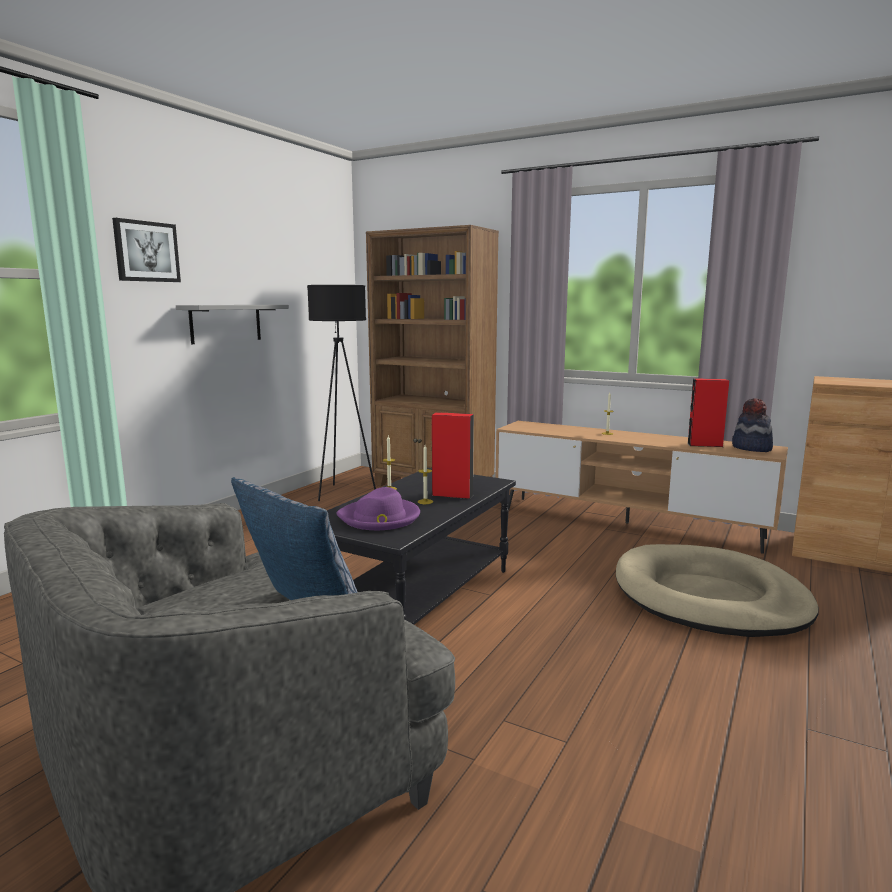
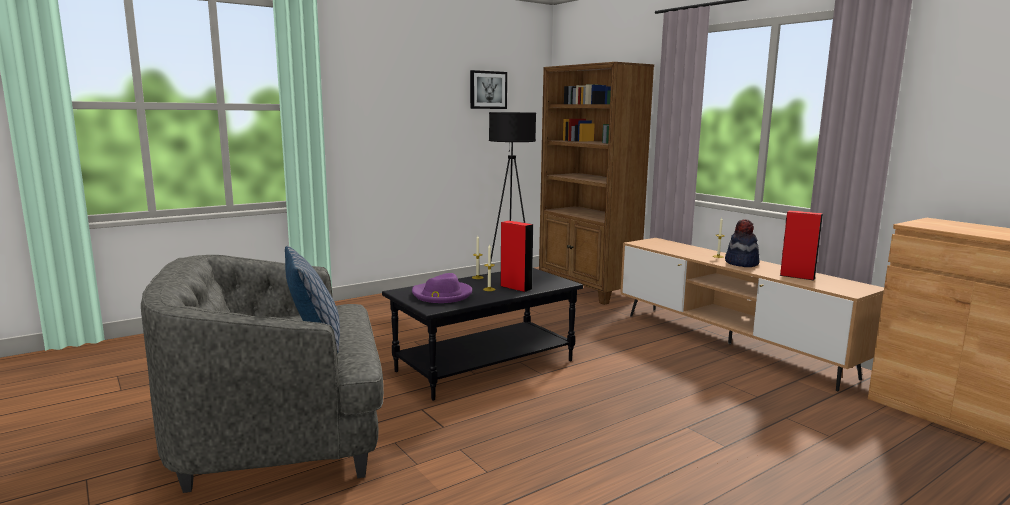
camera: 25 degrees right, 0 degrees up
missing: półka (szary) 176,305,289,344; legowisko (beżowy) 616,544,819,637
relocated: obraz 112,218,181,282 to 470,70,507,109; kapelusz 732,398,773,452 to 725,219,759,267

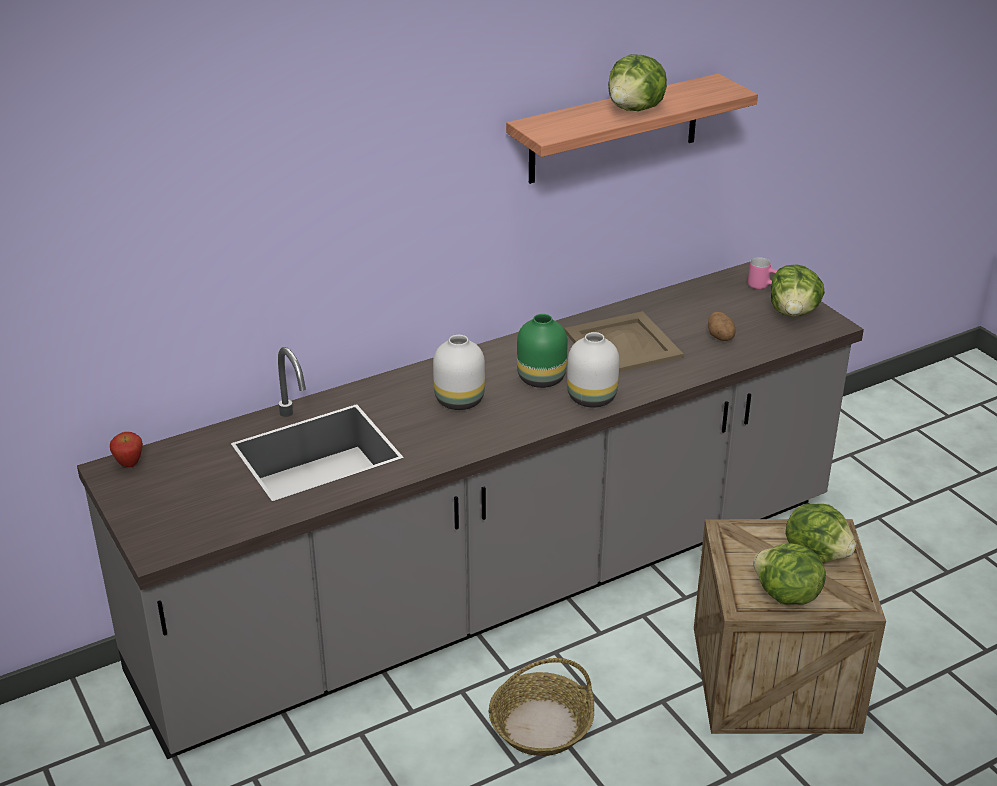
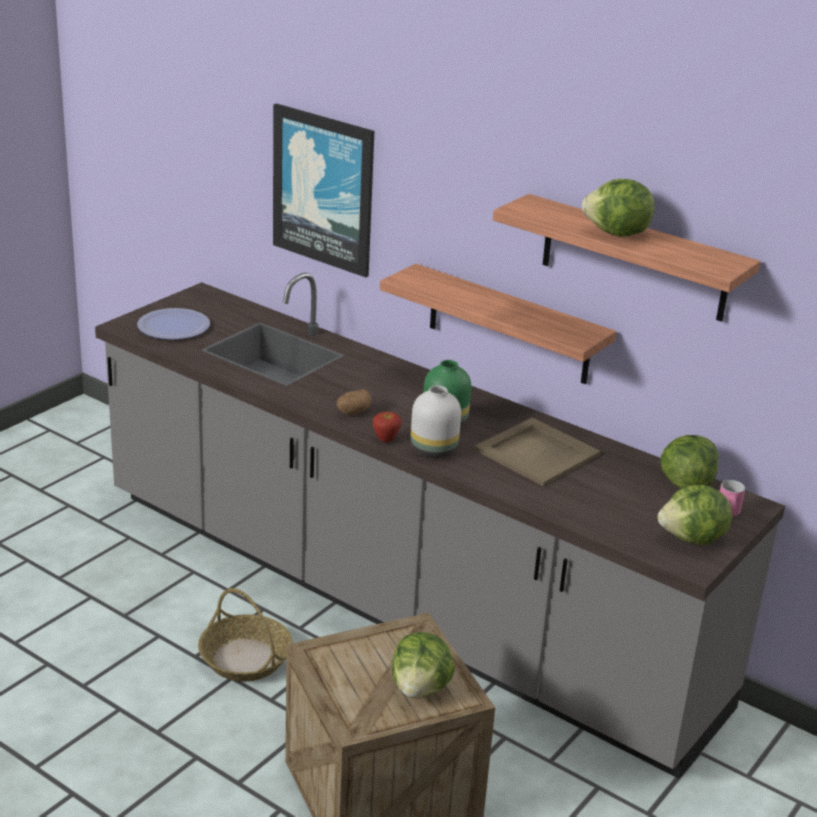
camera: 65 degrees right, 5 degrees down
missing: wazon (biały) 433,335,485,410
appeared: talerz 137,308,210,340; obraz 273,103,374,278; półka 380,264,616,384
relocated: jabłko 110,432,143,467 to 373,412,401,443; ziemniak 708,312,736,341 to 337,390,372,415; sałata 753,543,826,605 to 660,435,718,489

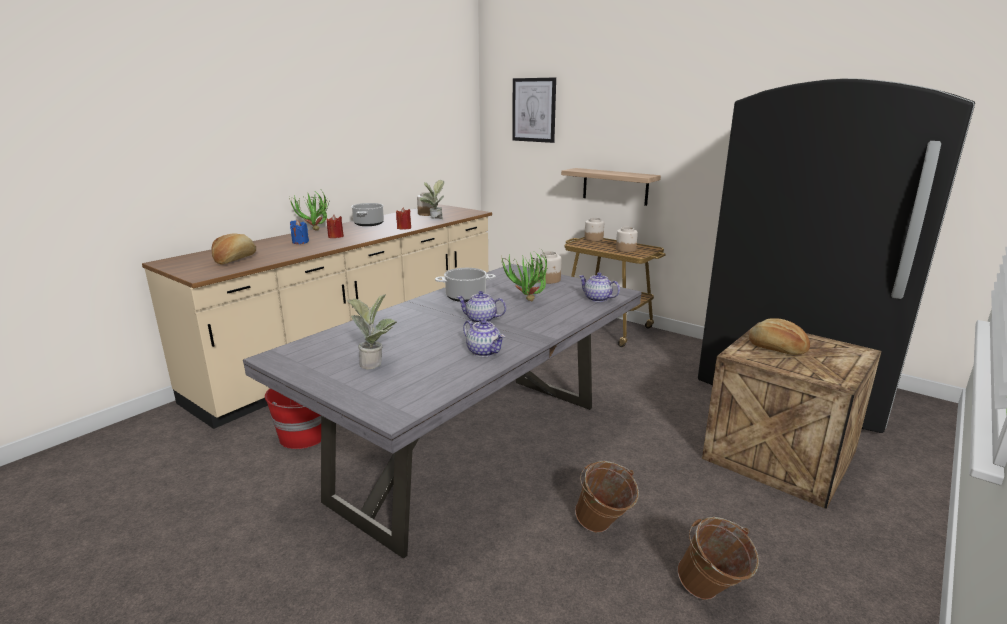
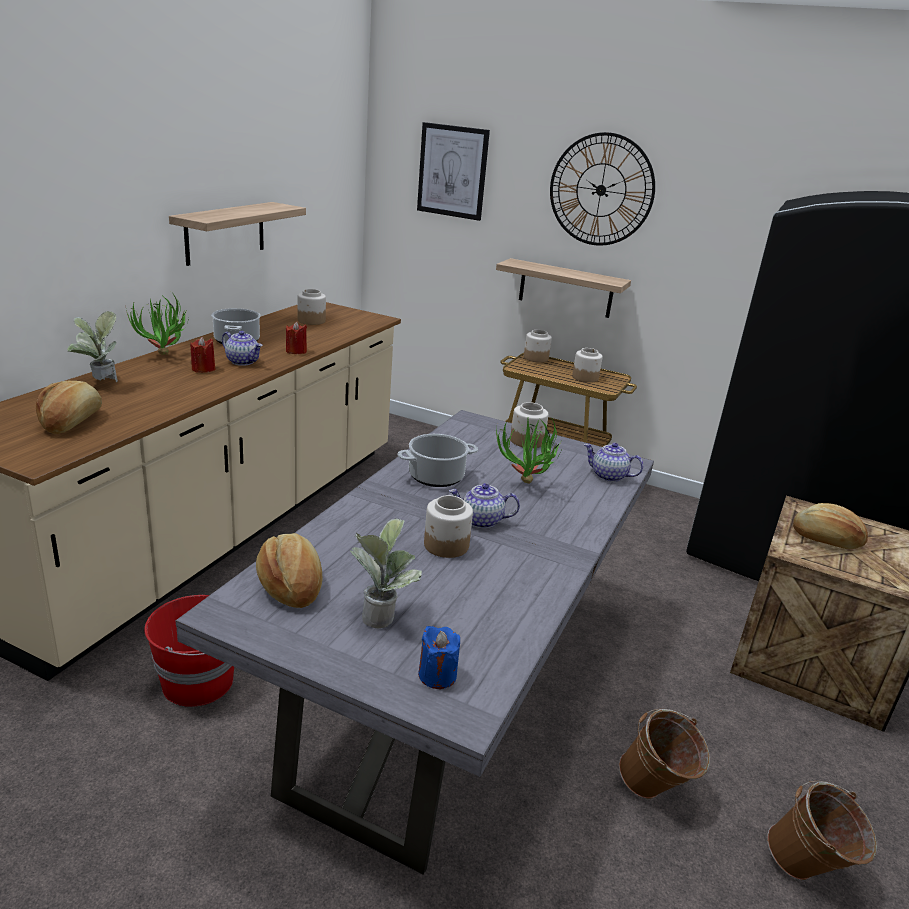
camera: 15 degrees left, 5 degrees up
appeared: półka 169,202,306,266; chleb 256,533,323,608; słoik 424,495,473,558; zegar ścienny 550,132,655,246
relocated: świeca (niebieski) 290,220,309,244 to 418,626,460,689; roślina doniczkowa 420,180,445,220 to 67,311,118,382; imbryk 463,320,505,357 to 222,331,262,366

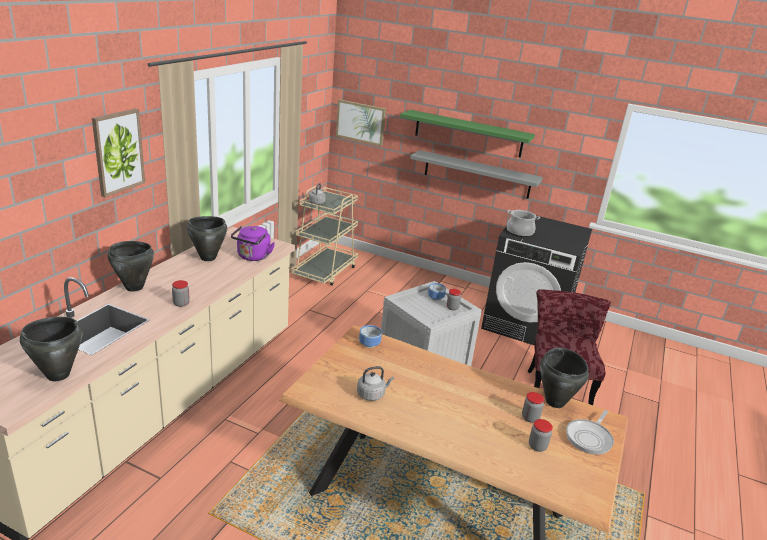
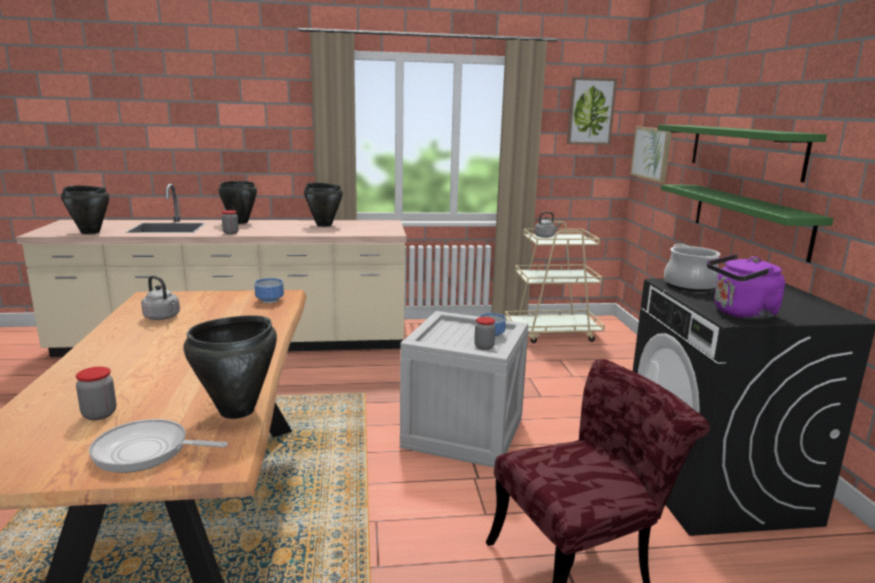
camera: 60 degrees right, 10 degrees down
missing: słoik 522,392,544,423
relocated: obraz 92,109,145,197 to 567,77,617,145; czajnik (fioletowy) 231,226,275,261 to 707,254,785,320
colour: półka (szary) 410,150,543,199 to półka (zielony) 661,184,834,263

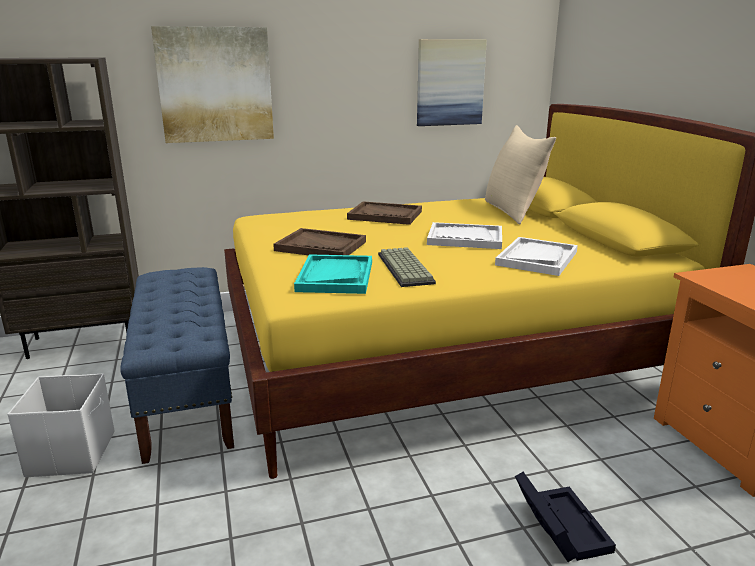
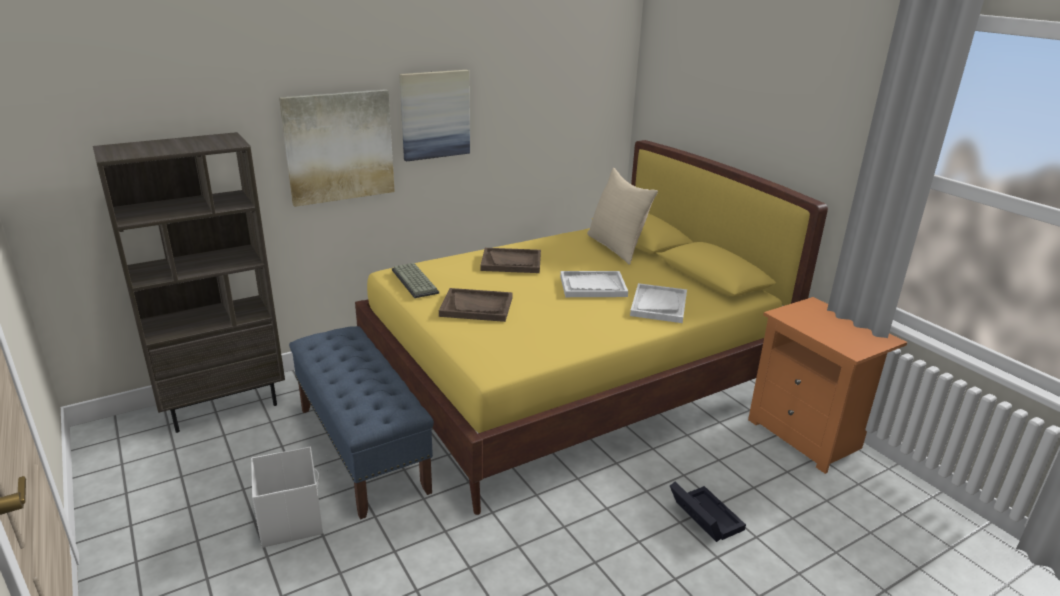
camera: 15 degrees left, 5 degrees up
missing: taca (turkusowy) 294,254,372,294
relocated: klawiatura 378,247,436,287 to 392,263,439,298; obraz 417,39,487,126 to 399,70,470,162

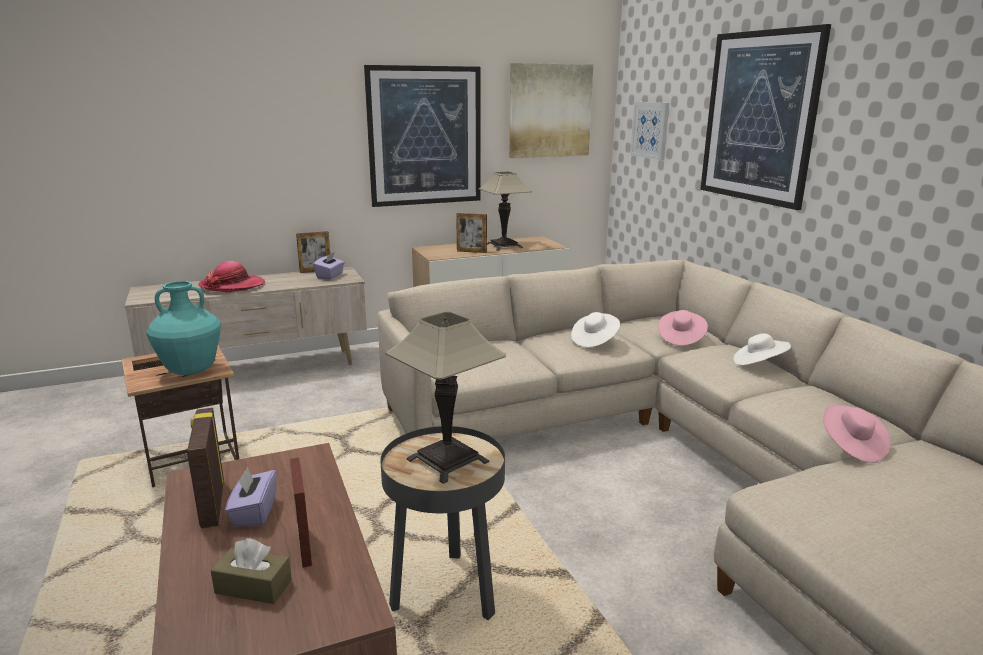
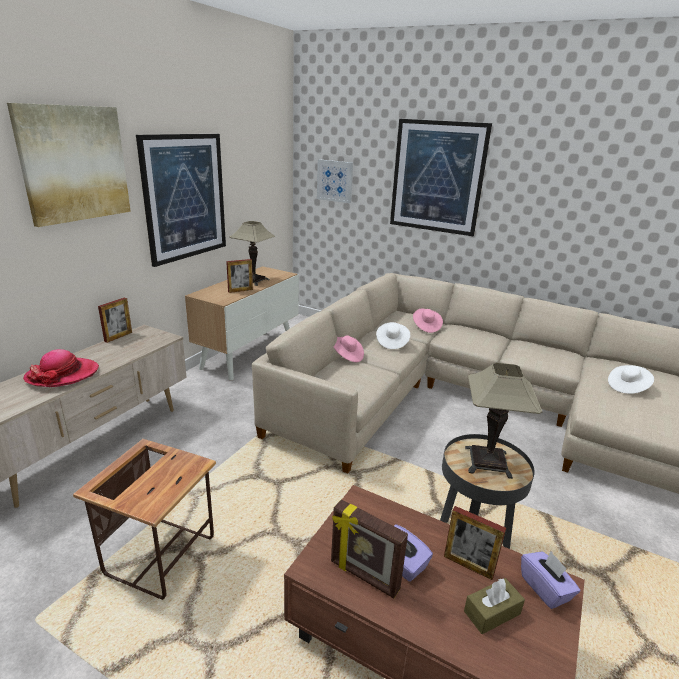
camera: 40 degrees left, 5 degrees up
missing: wazon (turkusowy) 146,281,221,375
relocated: pudełko chusteczek (fioletowy) 313,252,345,279 to 521,551,580,609; obraz 509,63,593,158 to 7,103,131,227; kapelusz (biały) 733,333,791,365 to 608,365,654,394; kapelusz (różowy) 823,405,891,463 to 334,336,364,362

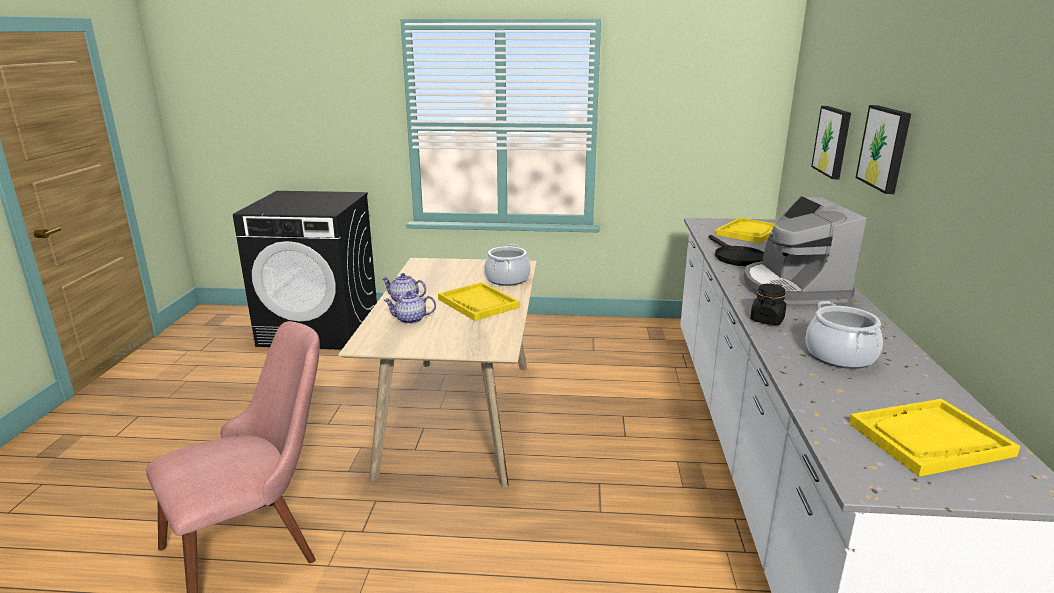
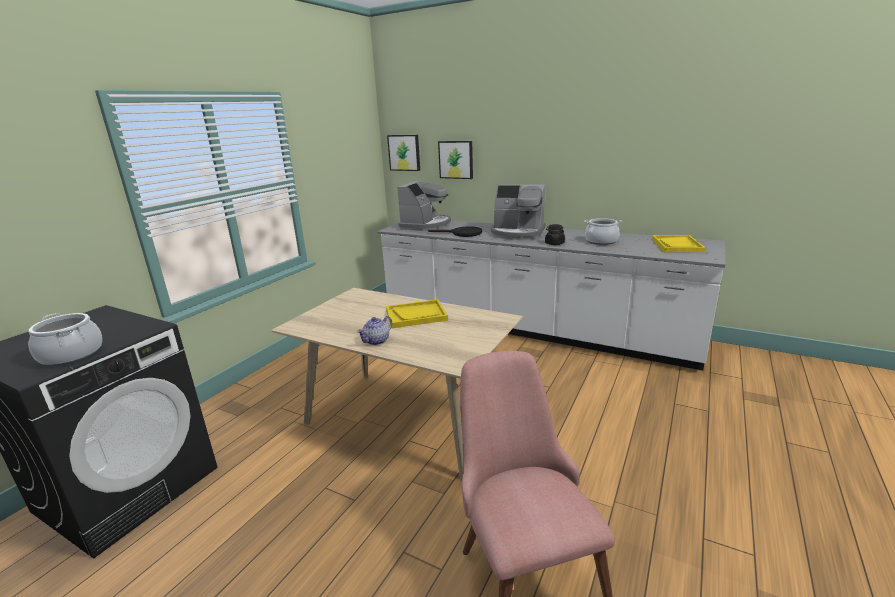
camera: 65 degrees left, 0 degrees up
missing: imbryk 383,291,436,324
relocated: garnek 484,244,531,286 to 28,313,102,366; obraz 856,105,911,194 to 387,135,420,171
exchanged: taca (żółty) 715,218,775,243 to ekspres do kawy 397,181,451,231

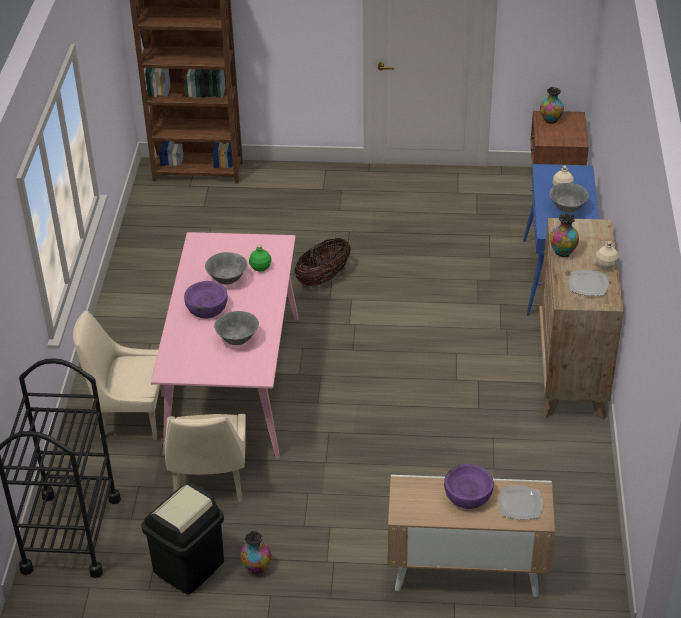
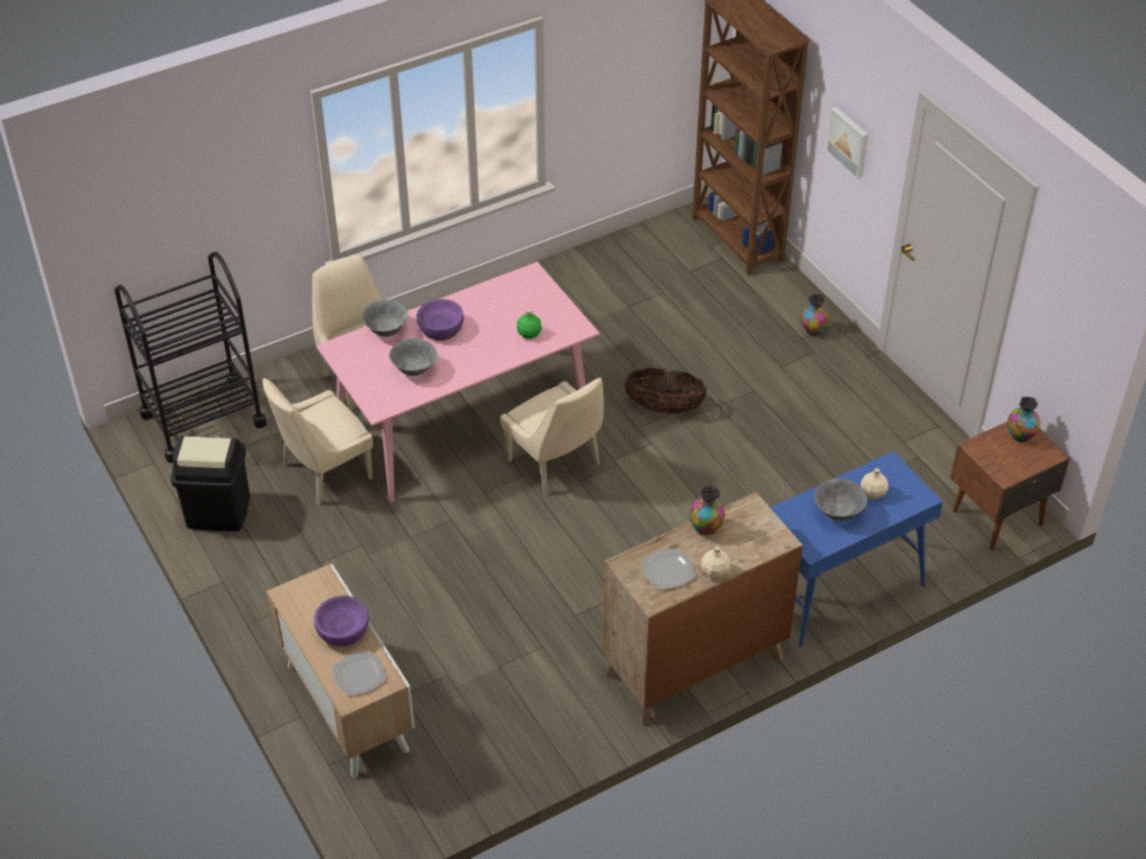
camera: 55 degrees right, 5 degrees up
appeared: krzesło (beżowy) 500,378,604,496; obraz 826,107,868,179
relocated: miska (szary) 205,252,247,285 to 362,300,408,337; wazon 241,531,271,574 to 801,294,829,336

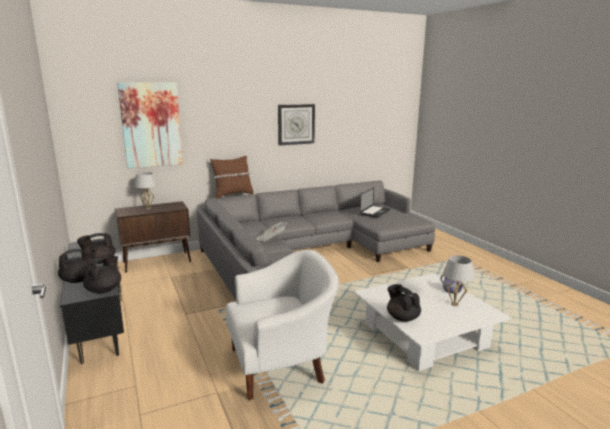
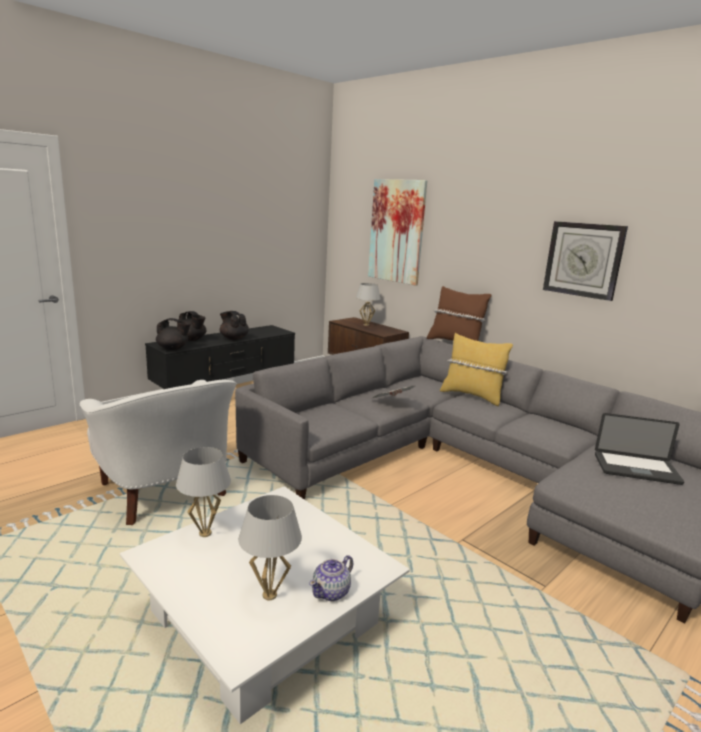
camera: 70 degrees right, 0 degrees up
appeared: poduszka (żółty) 440,333,513,406
exchanged: imbryk (czarny) 387,284,421,322 to lampa stołowa (biały) 176,447,231,537

